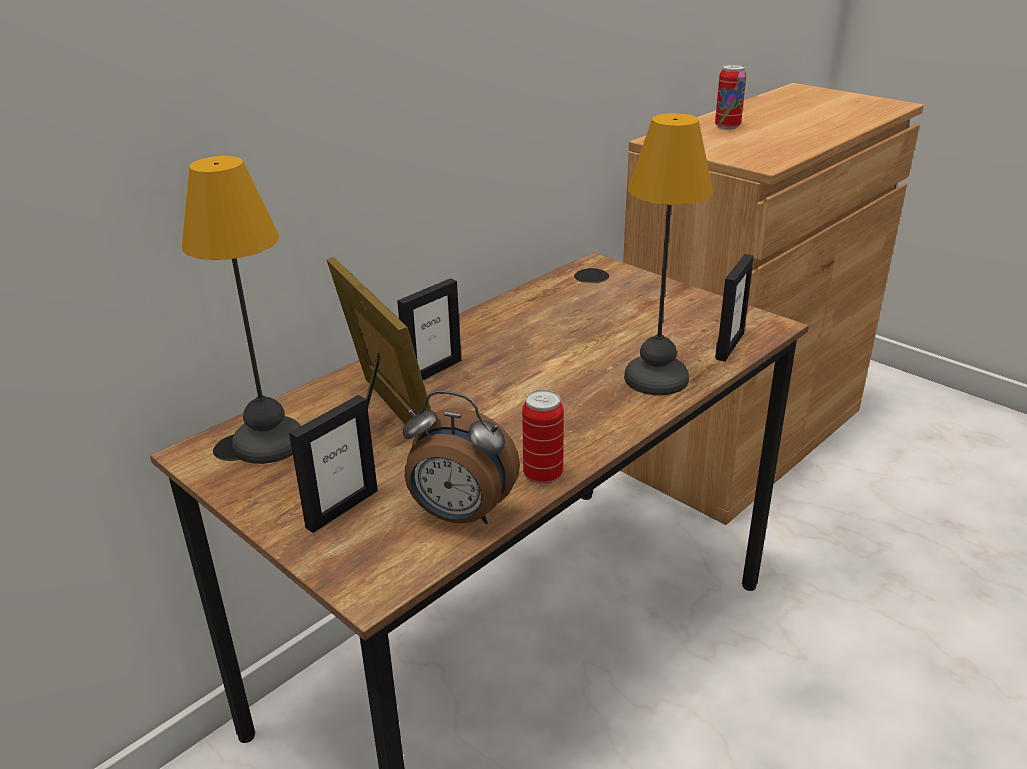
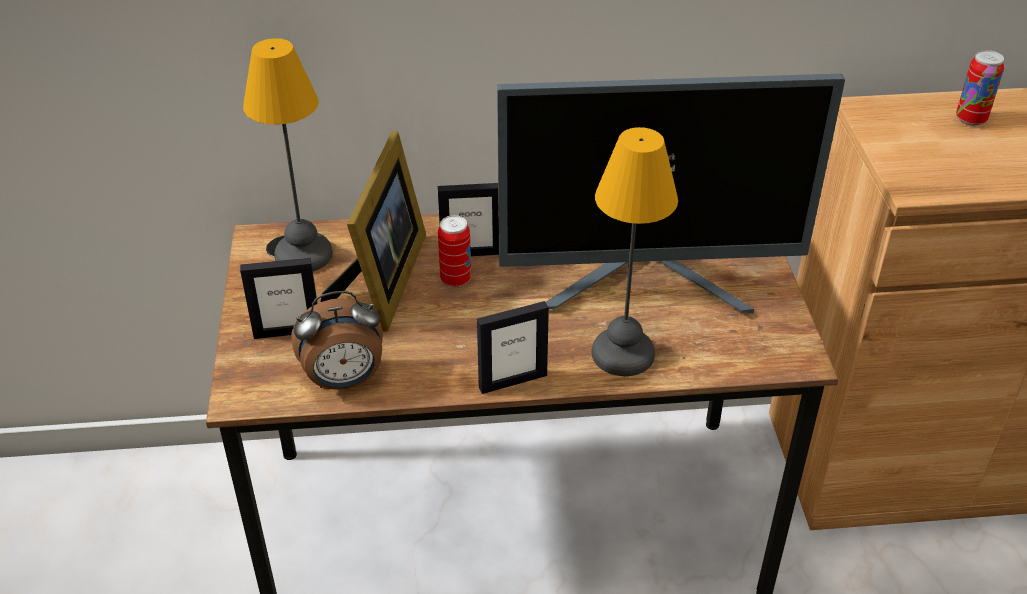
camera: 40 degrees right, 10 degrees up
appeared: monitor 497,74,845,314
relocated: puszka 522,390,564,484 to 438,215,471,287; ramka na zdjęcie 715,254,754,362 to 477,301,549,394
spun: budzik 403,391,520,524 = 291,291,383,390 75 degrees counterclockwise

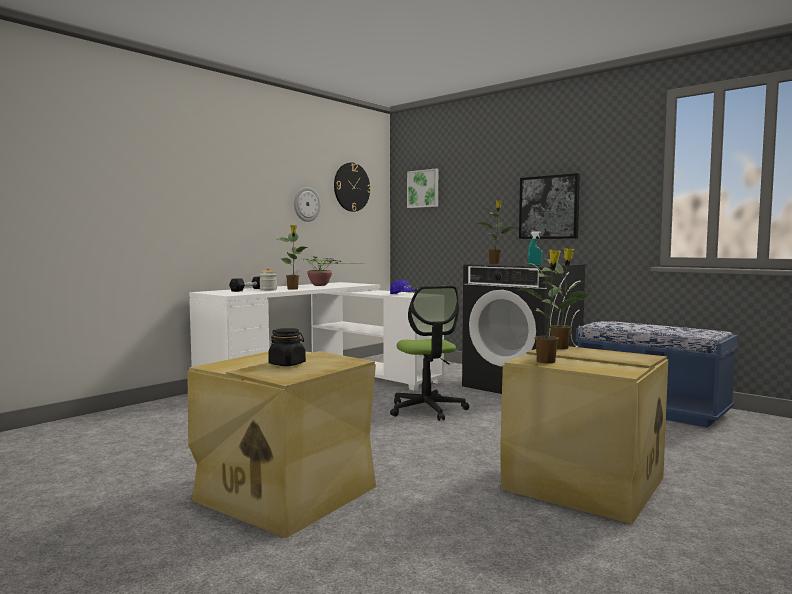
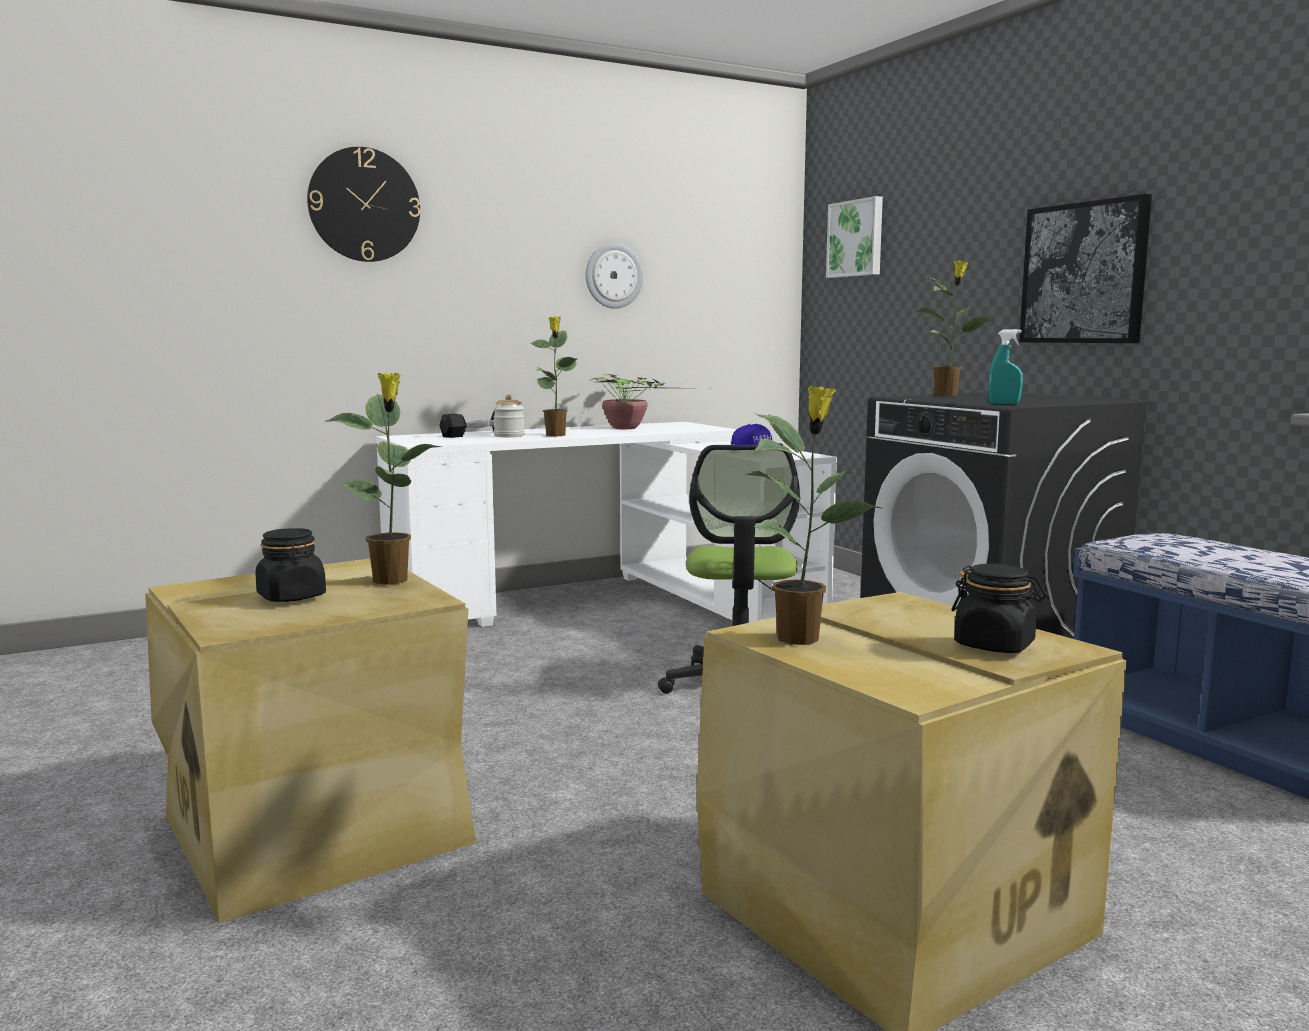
camera: 20 degrees right, 5 degrees up
appeared: słoik (czarny) 952,564,1046,653
relocated: zegar ścienny 334,163,371,212 to 307,147,420,262; roślina doniczkowa 541,248,589,349 to 326,372,442,585

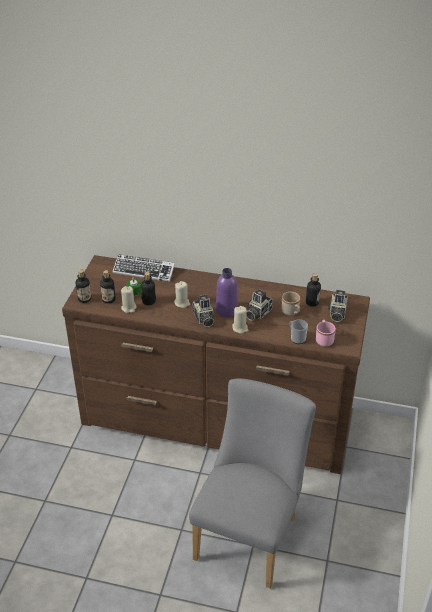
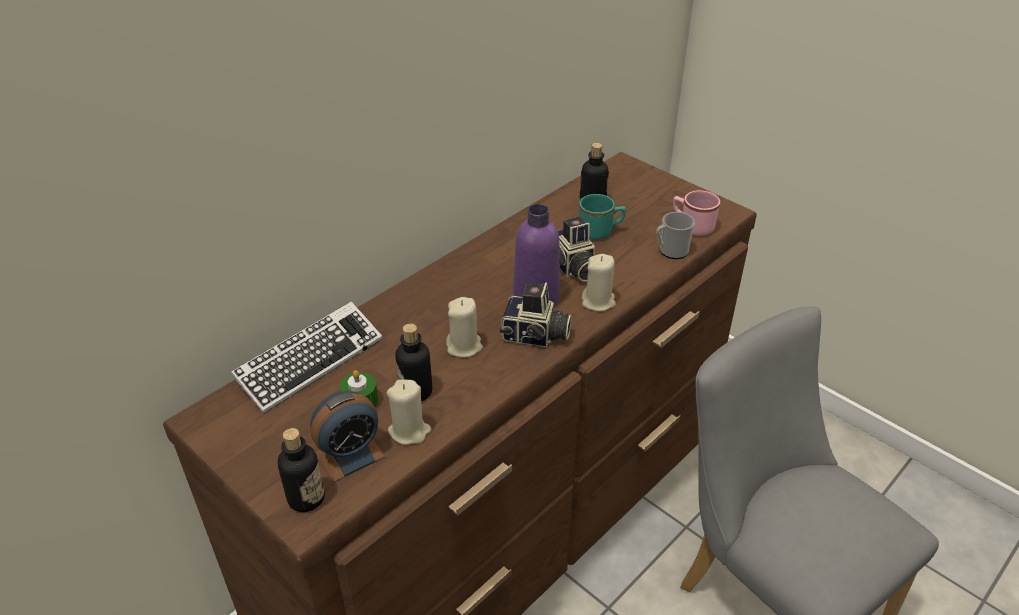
camera: 60 degrees left, 0 degrees up
missing: aparat fotograficzny 328,290,348,322
exchanged: butelka 100,270,116,304 to budzik 310,391,386,482
colour: kubek (beżowy) 281,292,300,316 to kubek (turkusowy) 579,194,626,240

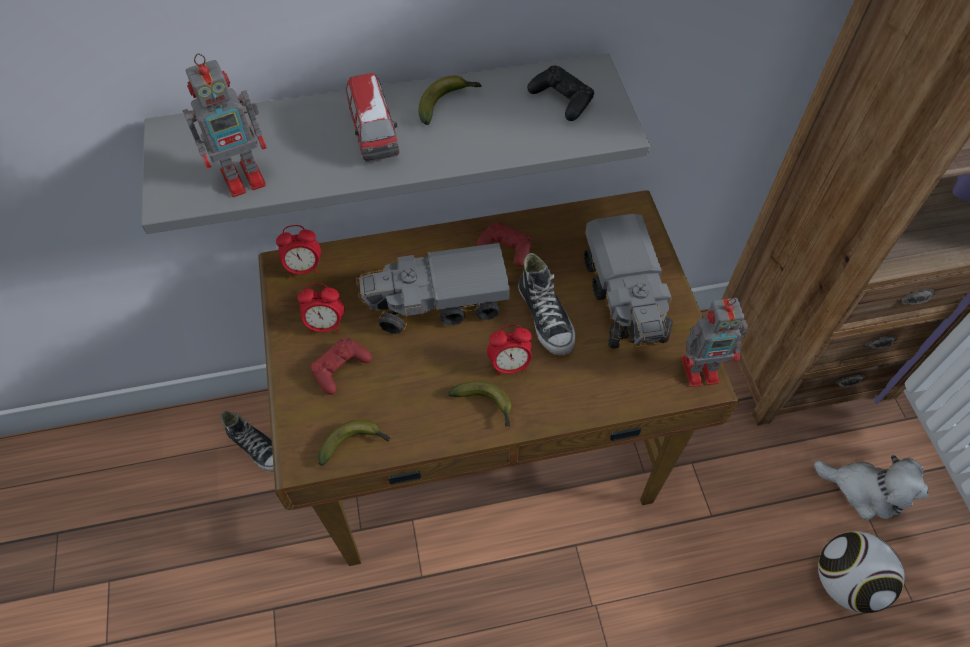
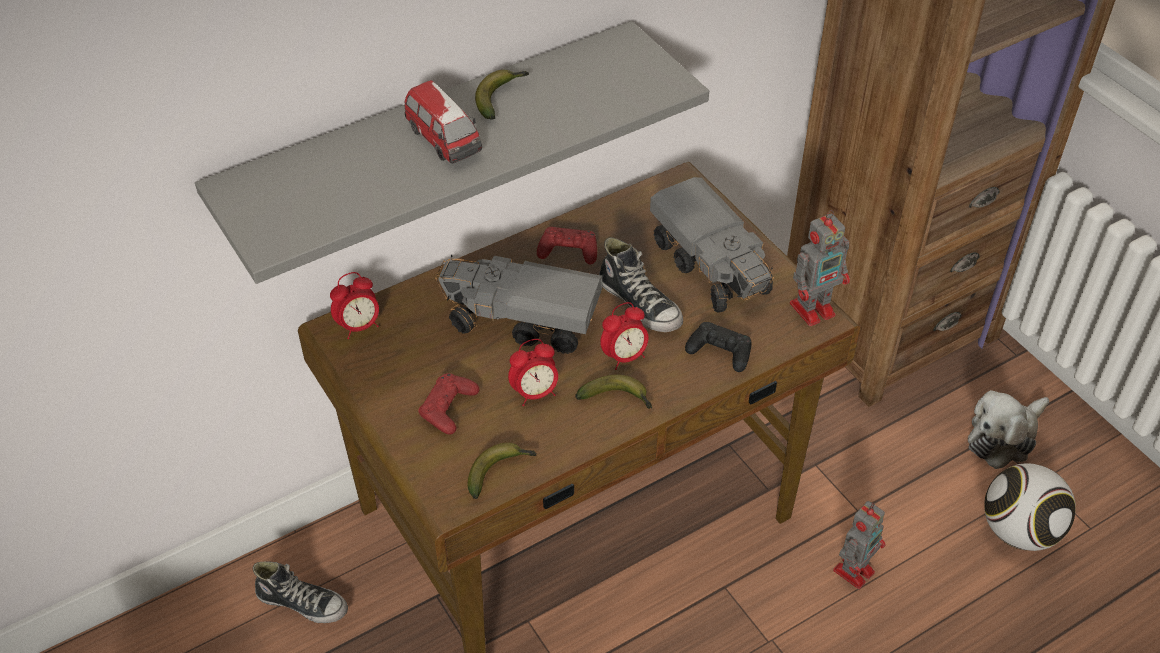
camera: 20 degrees left, 10 degrees down
relocated: robot zabawkowy 183,53,267,197 to 833,501,886,589; budzik 298,283,344,334 to 508,339,558,406; pad do gier (czarny) 527,66,594,121 to 685,322,752,372
spun: ciężarówka zabawkowa 356,243,510,335 = 436,255,602,354 45 degrees clockwise; pluszak 814,455,928,520 = 968,390,1049,469 135 degrees clockwise

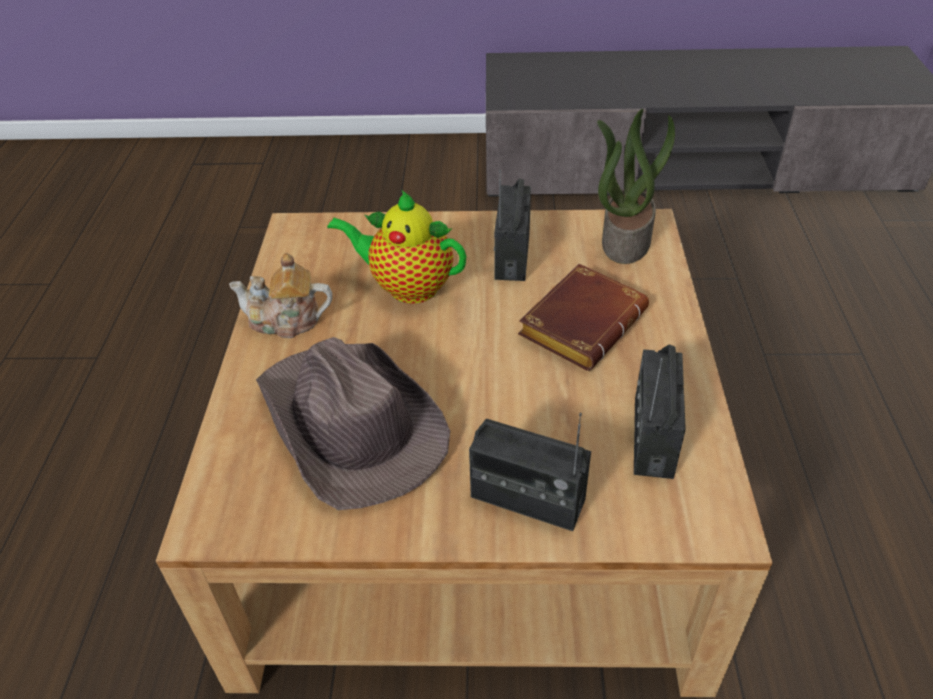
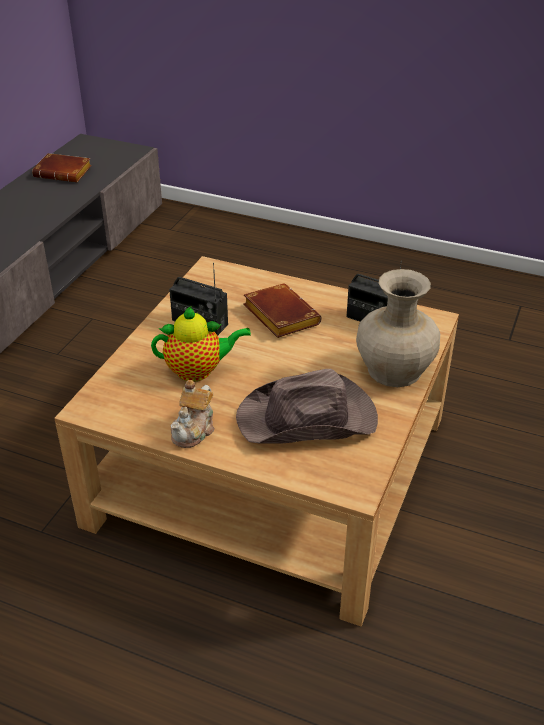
camera: 70 degrees left, 5 degrees down
missing: roślina doniczkowa 597,109,675,264
appeared: książka (brązowy) 32,153,92,182
exchanged: radio 469,413,591,531 to wazon (beżowy) 356,269,440,387
spun: imbryk 327,190,466,304 = 151,306,251,382 135 degrees counterclockwise

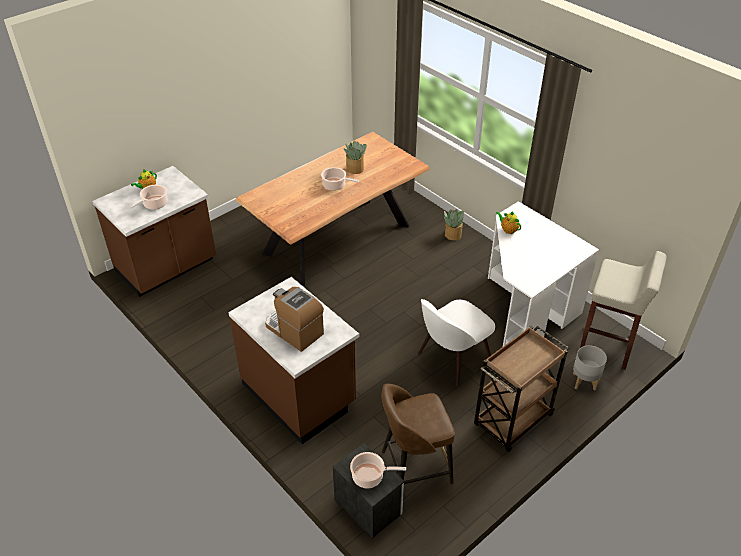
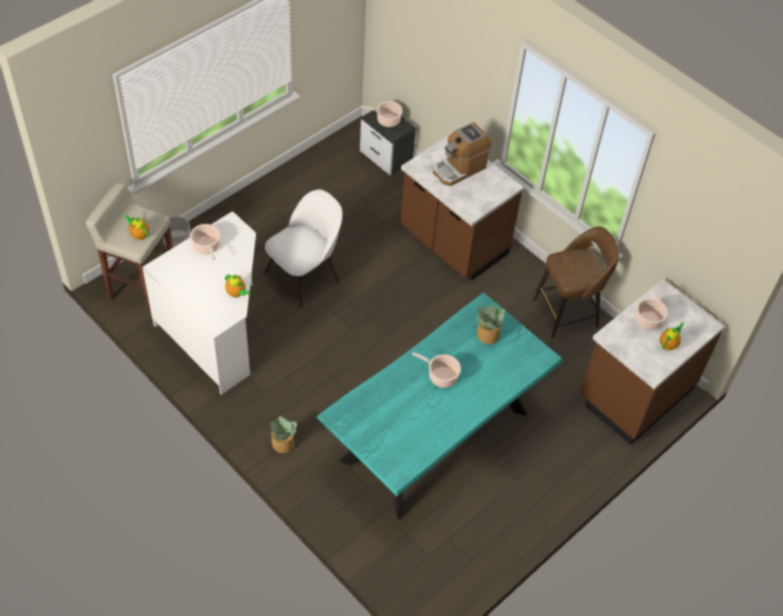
camera: 175 degrees right, 10 degrees up
missing: wózek (brązowy) 474,326,569,452
appeared: imbryk 124,215,149,240; garnek 190,224,220,260
relocated: roślina doniczkowa 344,140,367,174 to 477,305,505,344; stołek (brązowy) 382,384,455,484 to 533,226,619,338
colour: stół jadalny (brązowy) 235,132,430,288 to stół jadalny (turkusowy) 317,292,563,519
spun: ekspres do kawy 265,287,324,352 = 433,123,491,186 105 degrees clockwise

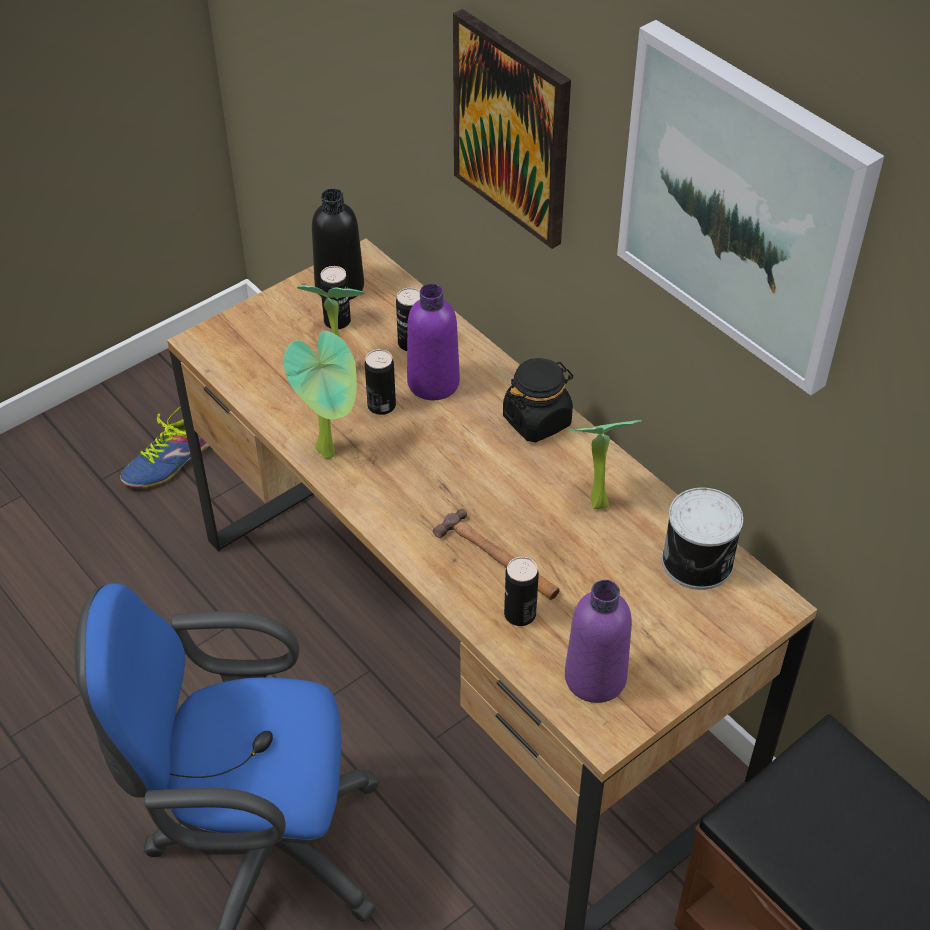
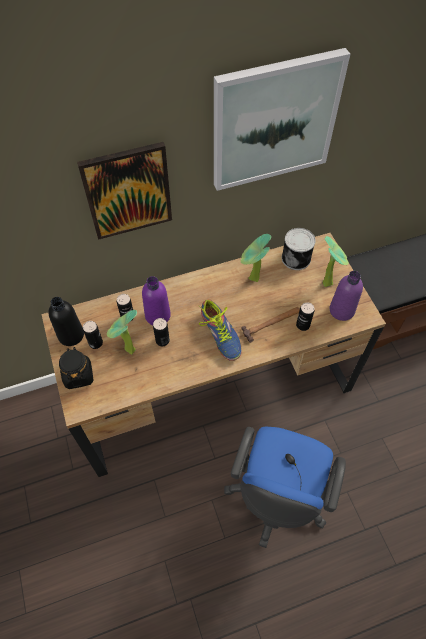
camera: 70 degrees left, 10 degrees up
relocated: but 120,406,209,488 to 199,300,242,361; roślina doniczkowa 284,330,357,459 to 323,236,349,287; słoik (czarny) 503,358,573,442 to 59,347,94,389

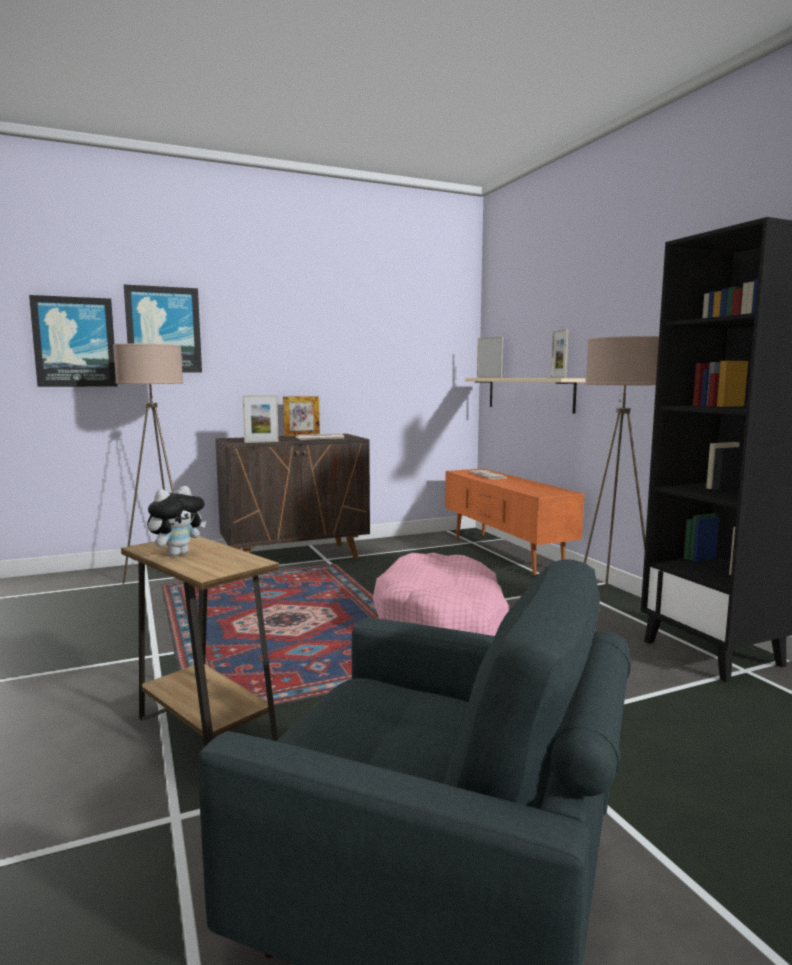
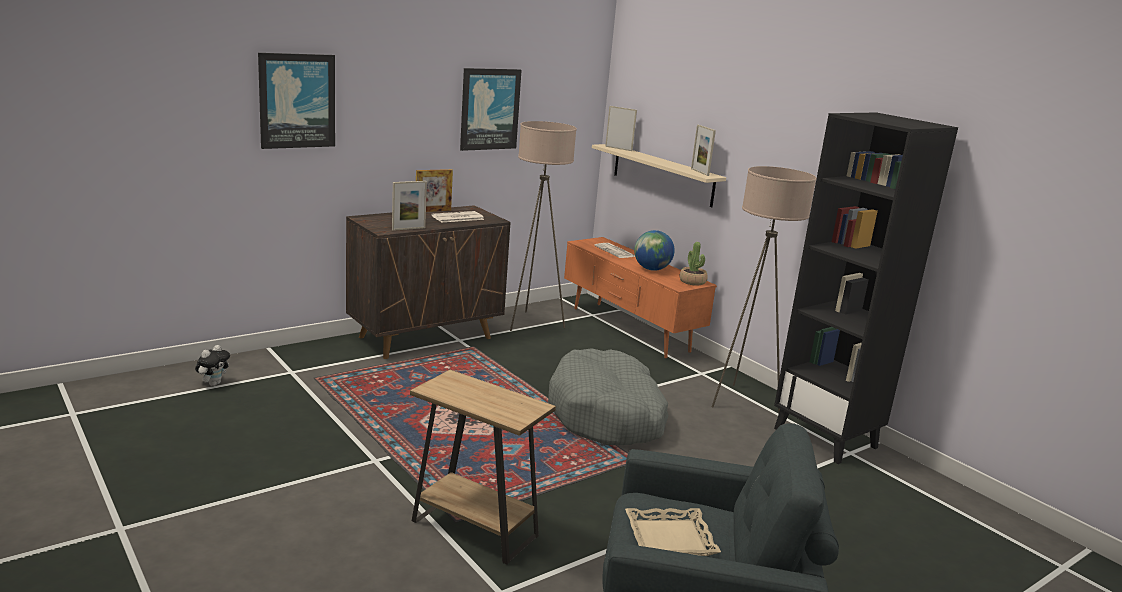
camera: 15 degrees left, 10 degrees up
appeared: taca (beżowy) 625,508,721,556; globus 634,230,675,271; roślina doniczkowa 680,242,708,286
relocated: obraz 29,295,117,387 to 460,68,521,151; lampa stojąca (beżowy) 113,343,183,583 to 510,121,577,331; pluszak 147,486,206,556 to 195,345,230,386
colour: legowisko (różowy) 373,553,509,636 to legowisko (szary) 548,348,668,445

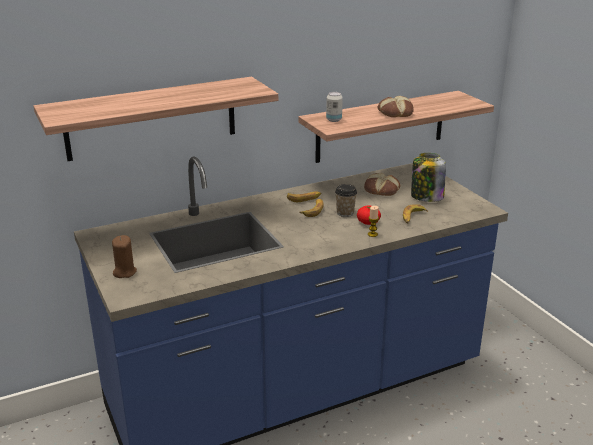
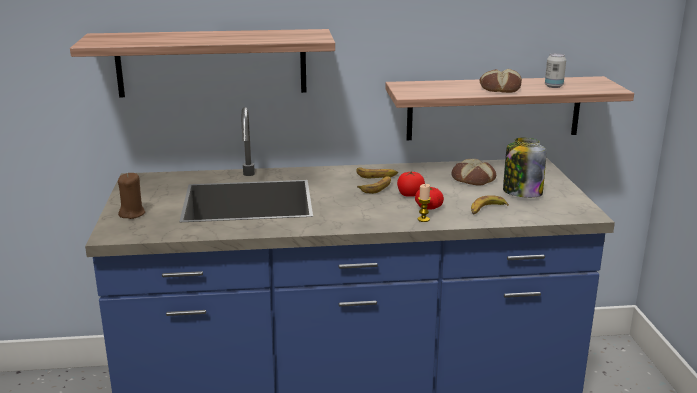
camera: 20 degrees right, 5 degrees down
relocated: puszka 326,92,343,122 to 545,53,566,88
exchanged: filiżanka 335,184,357,217 to pomidor 397,171,425,197

